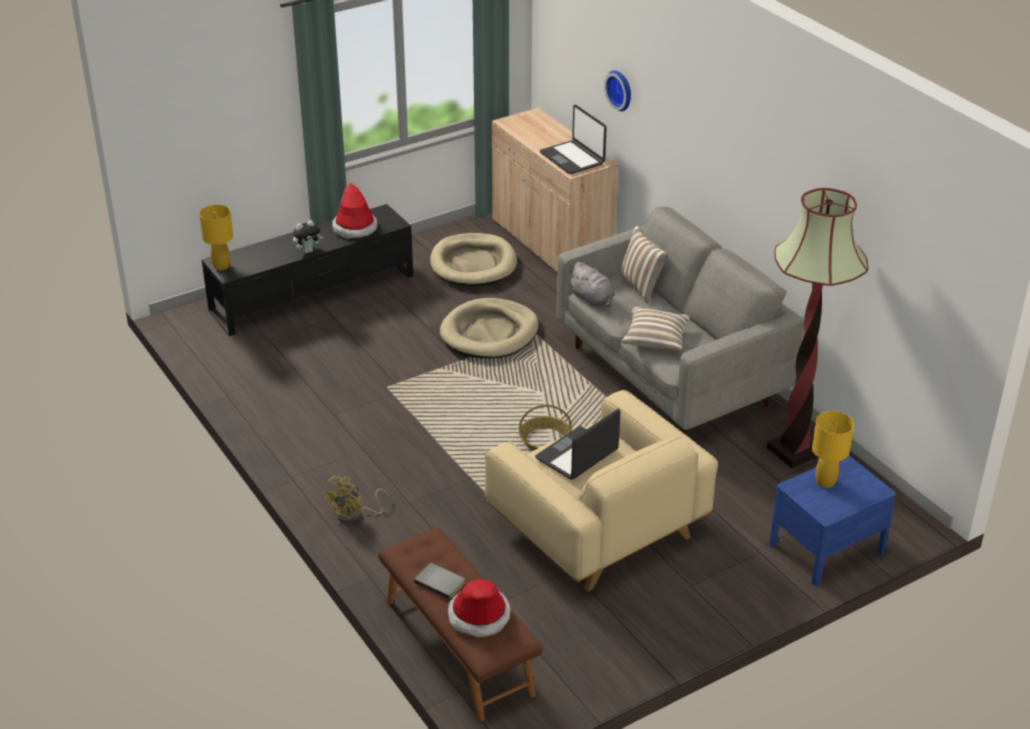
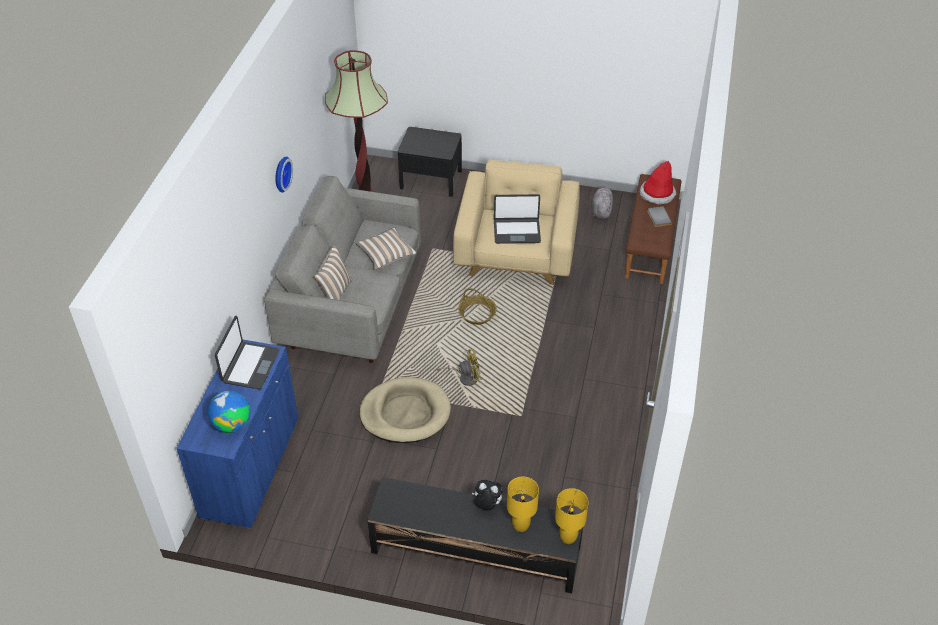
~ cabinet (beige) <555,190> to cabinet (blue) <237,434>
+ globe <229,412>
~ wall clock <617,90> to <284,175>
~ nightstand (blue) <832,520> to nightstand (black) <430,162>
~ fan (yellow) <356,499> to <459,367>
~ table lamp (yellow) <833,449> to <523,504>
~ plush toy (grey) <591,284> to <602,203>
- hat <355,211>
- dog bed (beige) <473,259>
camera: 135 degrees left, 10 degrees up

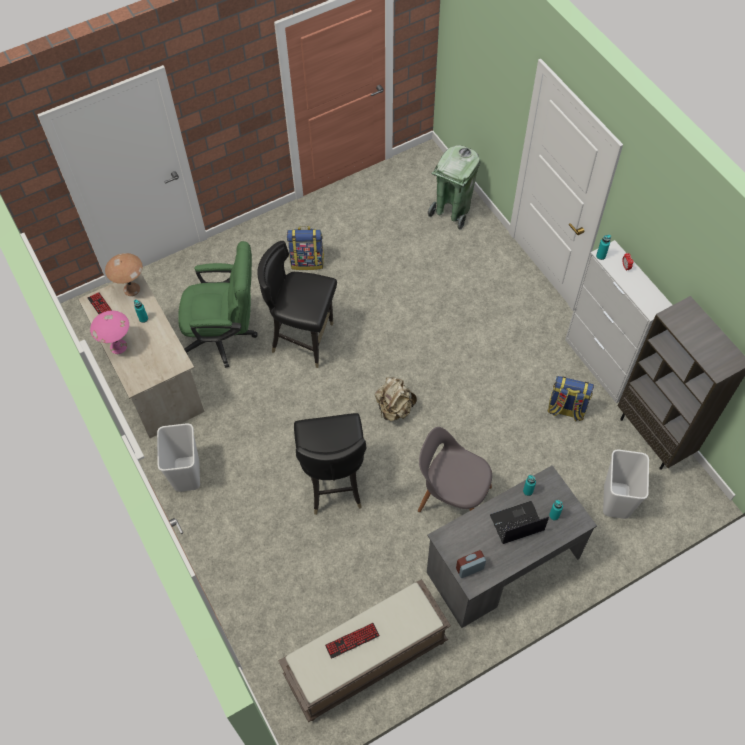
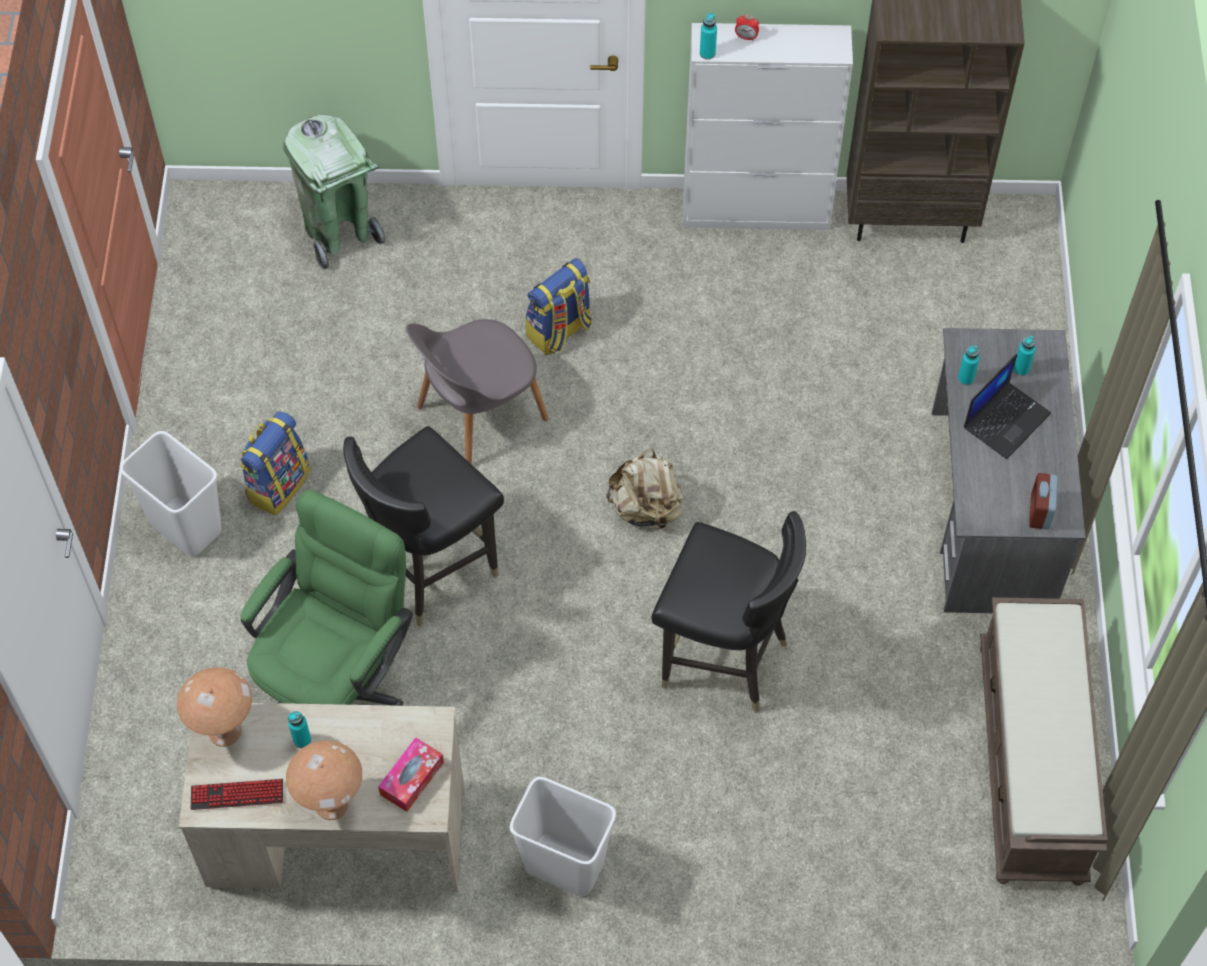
~ trash can (white) <626,484> to <170,493>
~ table lamp (pink) <109,332> to table lamp (brown) <324,780>
+ tissue box <411,774>
~ chair (grey) <455,469> to <477,392>
~ backpack <570,399> to <559,307>
~ laptop <519,522> = <1007,406> 150 degrees counterclockwise
- keyboard <352,641>
camera: 60 degrees left, 0 degrees up

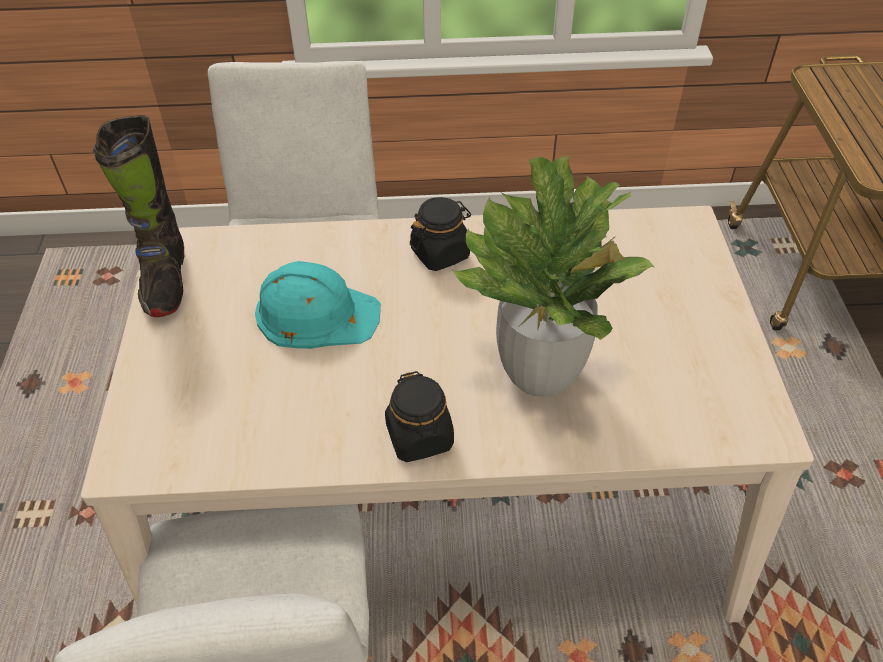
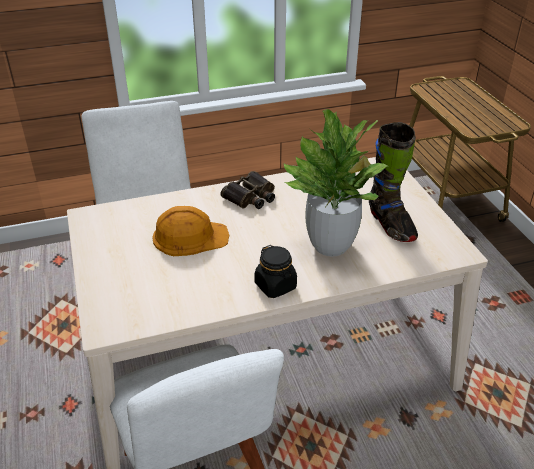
~ hard hat (turquoise) <318,305> to hard hat (orange) <190,231>
~ jar (black) <440,234> to binoculars <248,190>
~ boot (black) <138,216> to <393,182>
camera: 15 degrees left, 10 degrees down

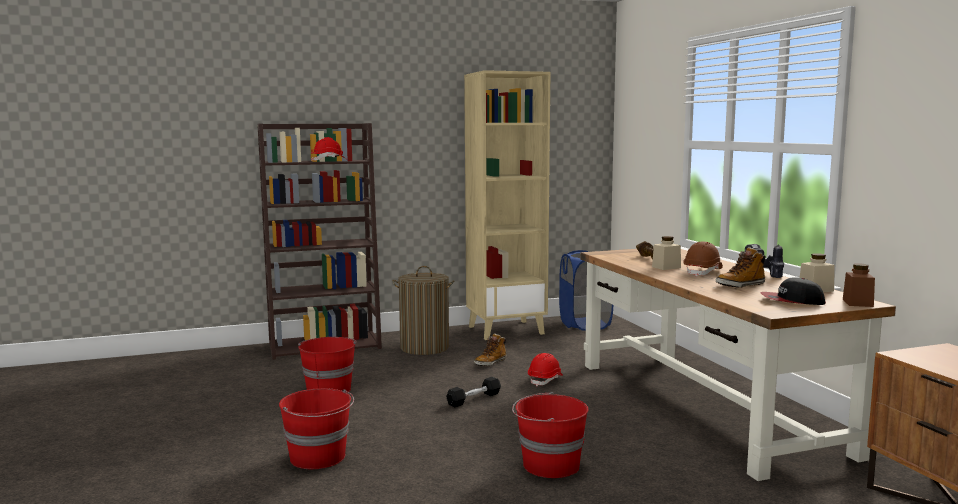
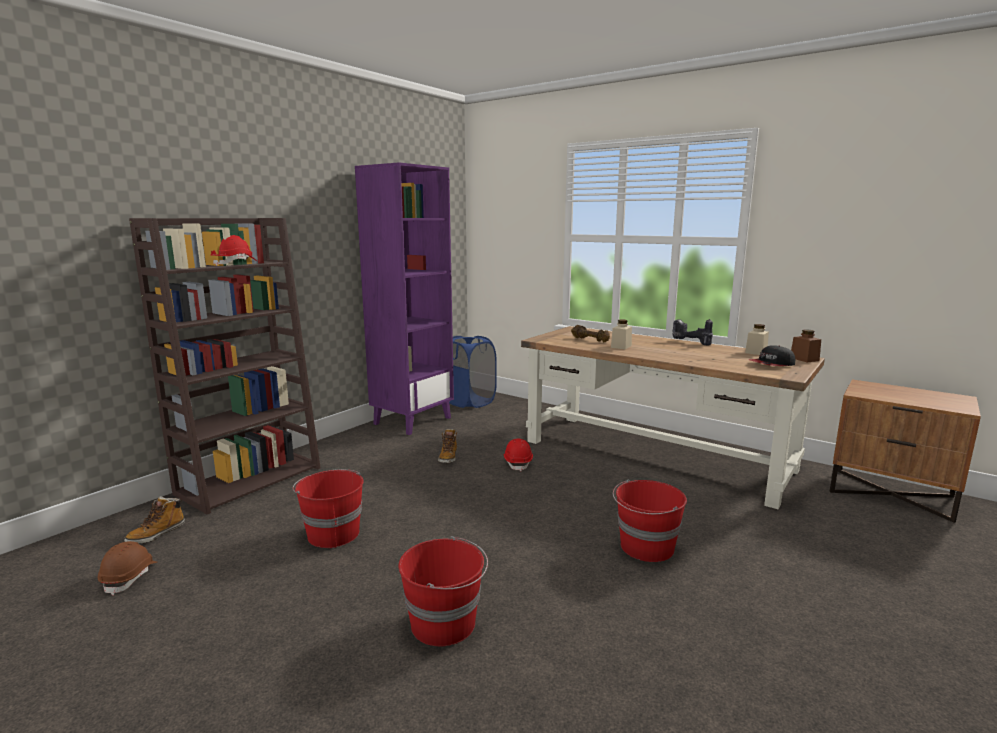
~ hard hat (brown) <703,259> to <127,568>
~ boot <741,267> to <154,520>
~ bookcase (beige) <507,205> to bookcase (purple) <404,298>
- laundry basket <423,310>
- dumbbell (black) <473,392>
camera: 35 degrees left, 5 degrees up

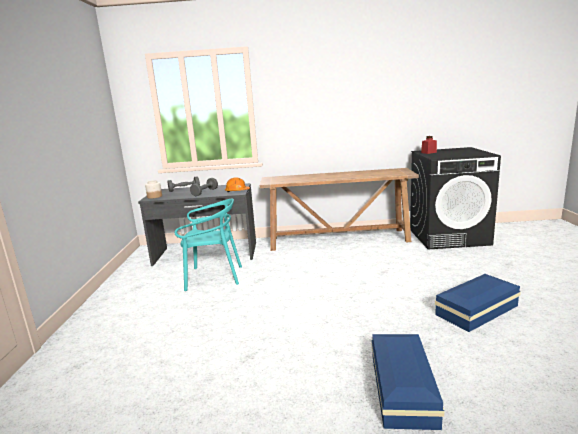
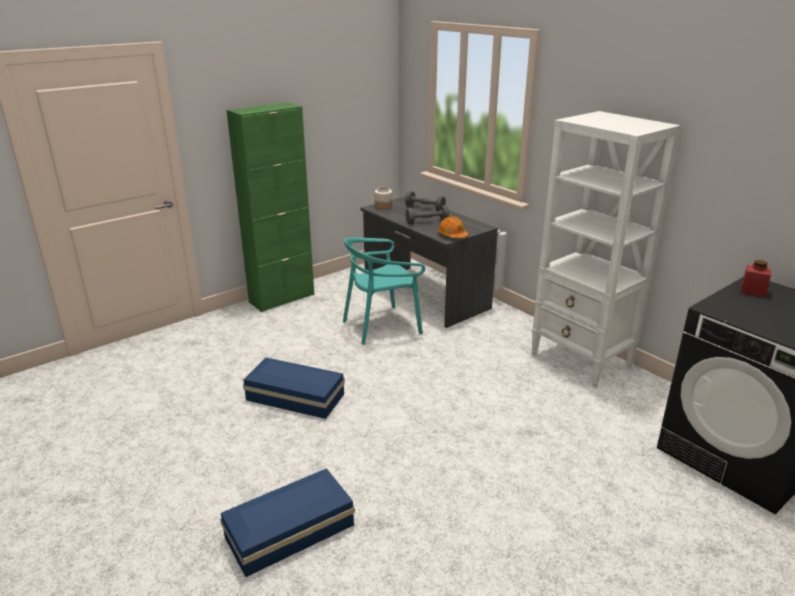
+ cabinet (green) <270,207>
~ storage box (blue) <478,303> to <294,388>
~ chair (turquoise) <208,245> = <384,291> 105 degrees clockwise
~ console table (brown) <339,209> to bookcase (white) <606,249>
camera: 50 degrees right, 10 degrees up

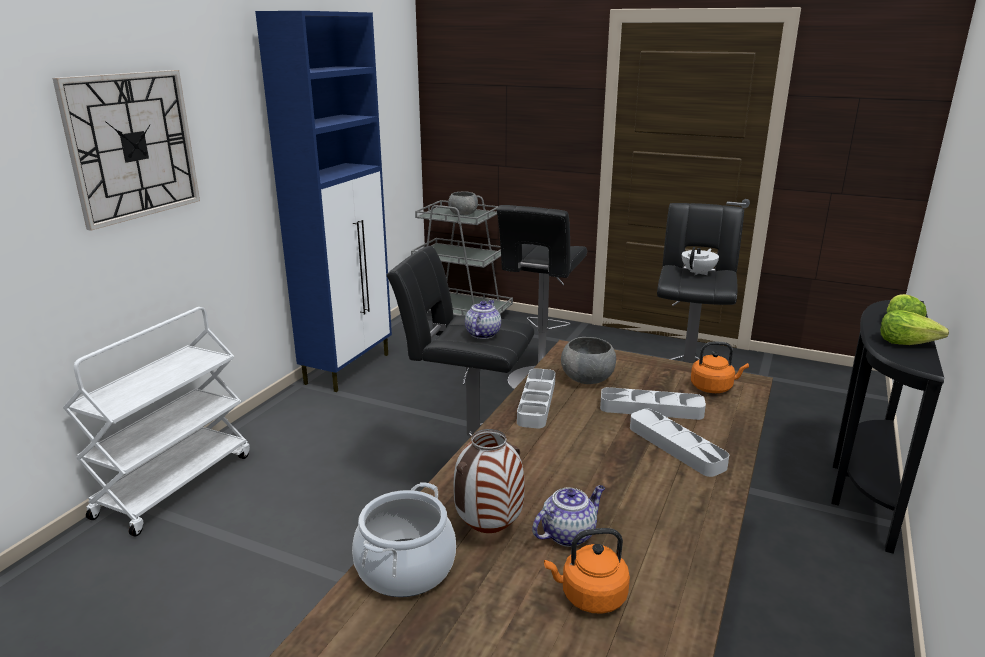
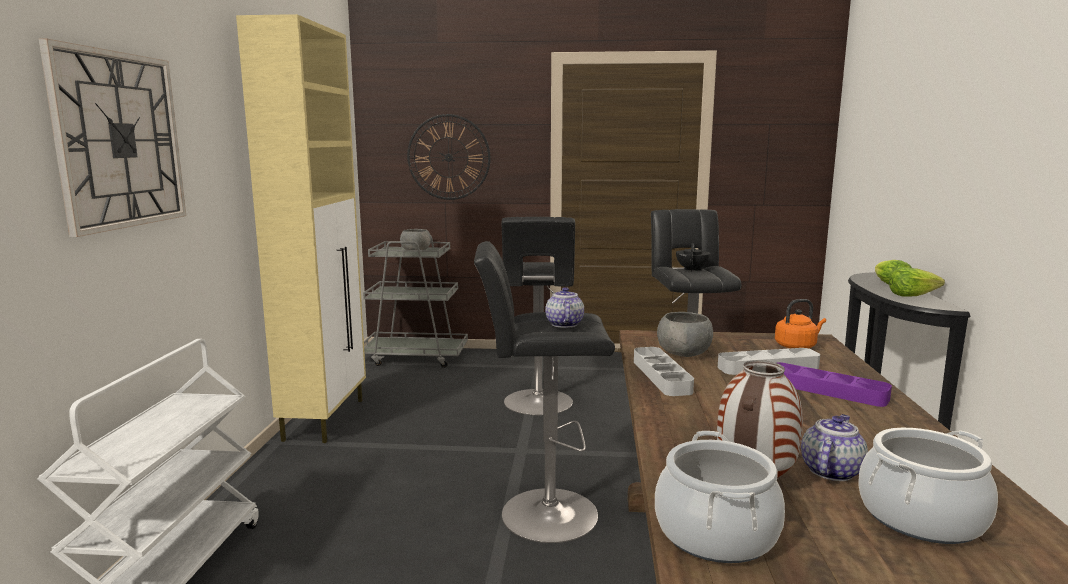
~ cabinet (blue) <323,201> to cabinet (beige) <301,228>
+ wall clock <448,157>
~ teapot (white) <700,261> to teapot (black) <693,257>
~ tray (grey) <679,443> to tray (purple) <835,384>
~ kettle (orange) <587,571> to cooking pot <928,486>
camera: 20 degrees left, 10 degrees down

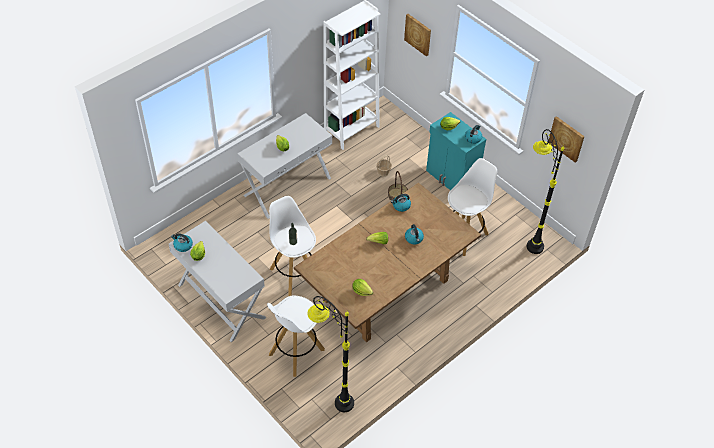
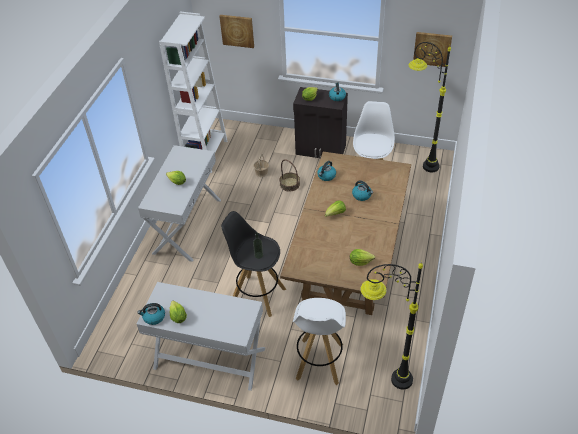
~ stool (white) <292,246> to stool (black) <253,264>
~ cabinet (turquoise) <456,151> to cabinet (black) <320,123>
camera: 30 degrees left, 5 degrees down

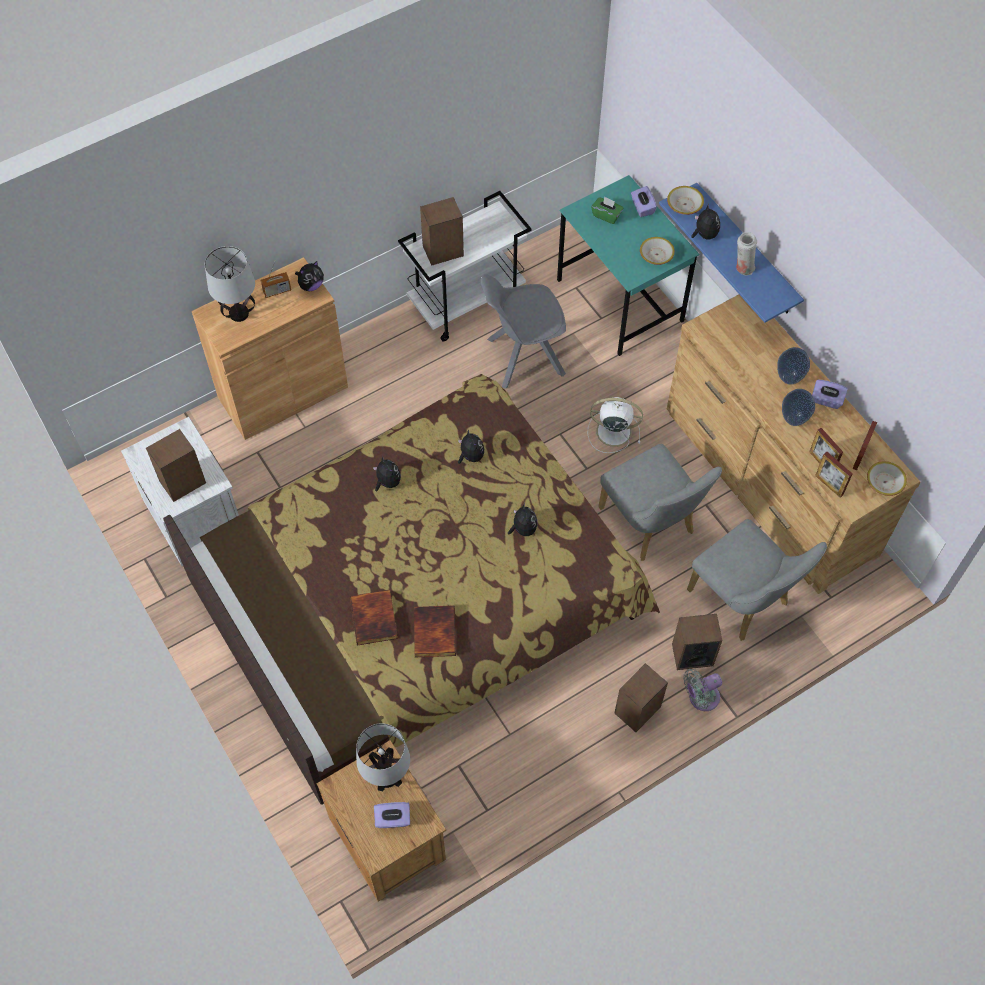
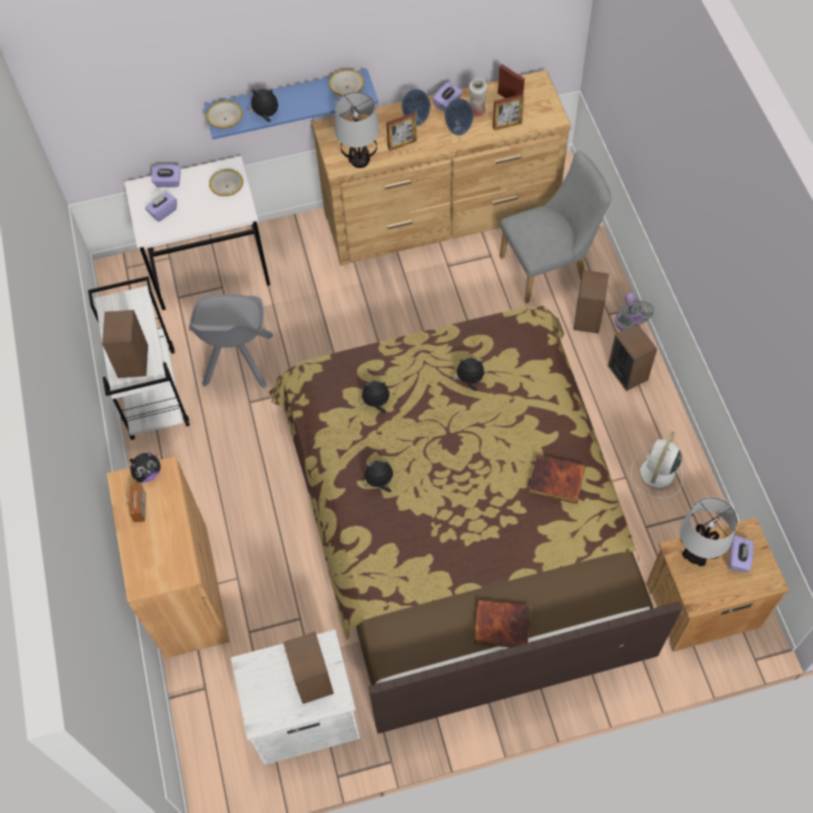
~ desk (turquoise) <628,265> to desk (white) <197,233>
~ plush toy <309,276> = <145,467> 75 degrees clockwise
~ tissue box (green) <607,210> to tissue box (purple) <161,207>
~ bowl <887,478> to <346,82>
~ table lamp <230,284> to <357,130>
~ picture frame <834,475> to <401,132>
~ vase (white) <746,253> to <478,97>
~ book <374,618> to <502,623>
~ fan (white) <615,425> to <657,465>
- chair (grey) <660,502>
camera: 70 degrees left, 0 degrees up

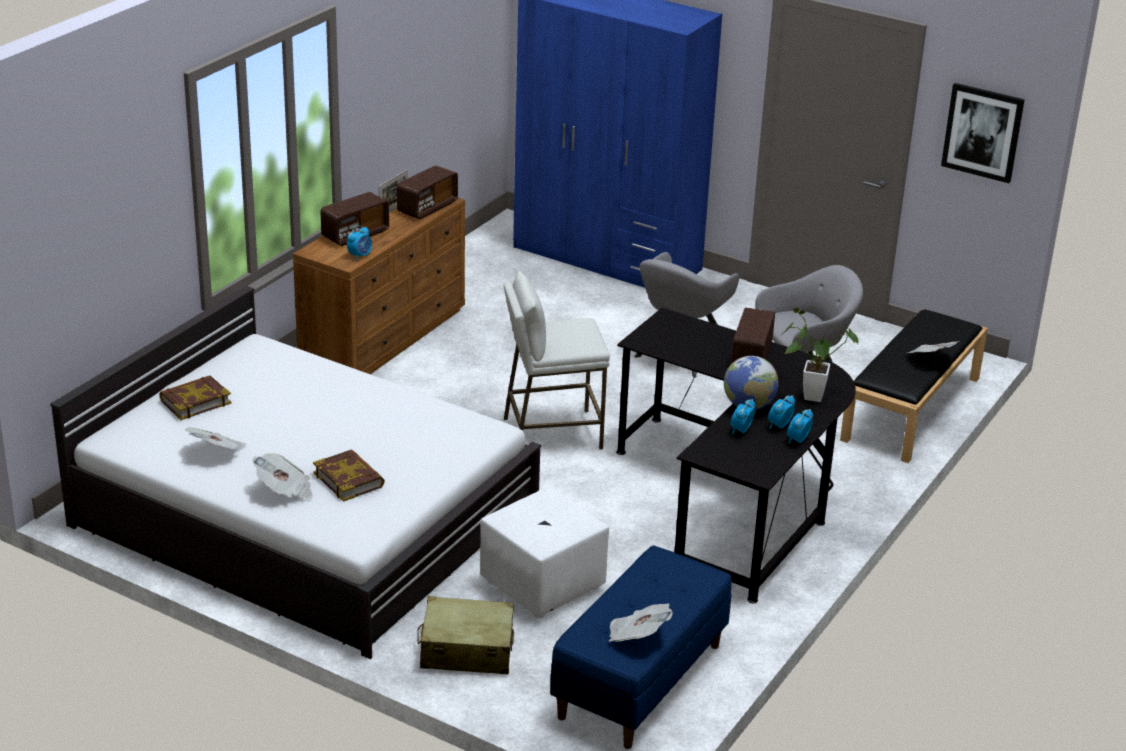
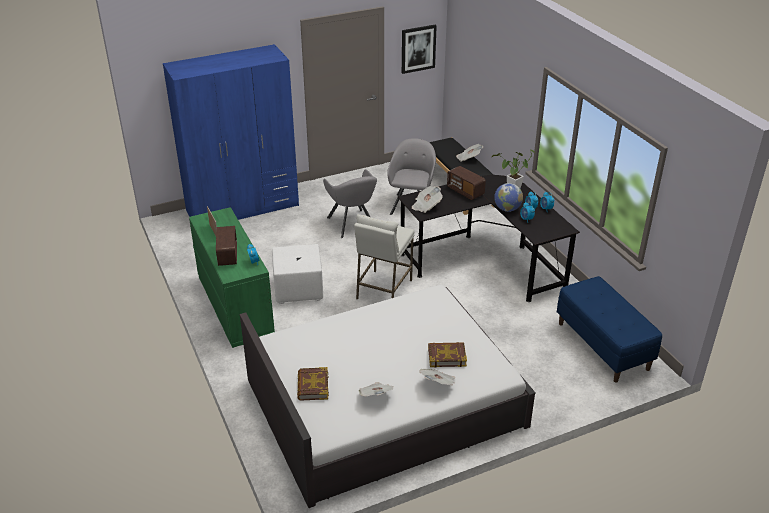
~ dresser (brown) <379,286> to dresser (green) <232,277>
~ ottoman (white) <544,552> to <297,274>
~ newspaper <641,623> to <427,199>
- radio <427,192>
- suitcase (beige) <465,635>
camera: 55 degrees left, 5 degrees up

